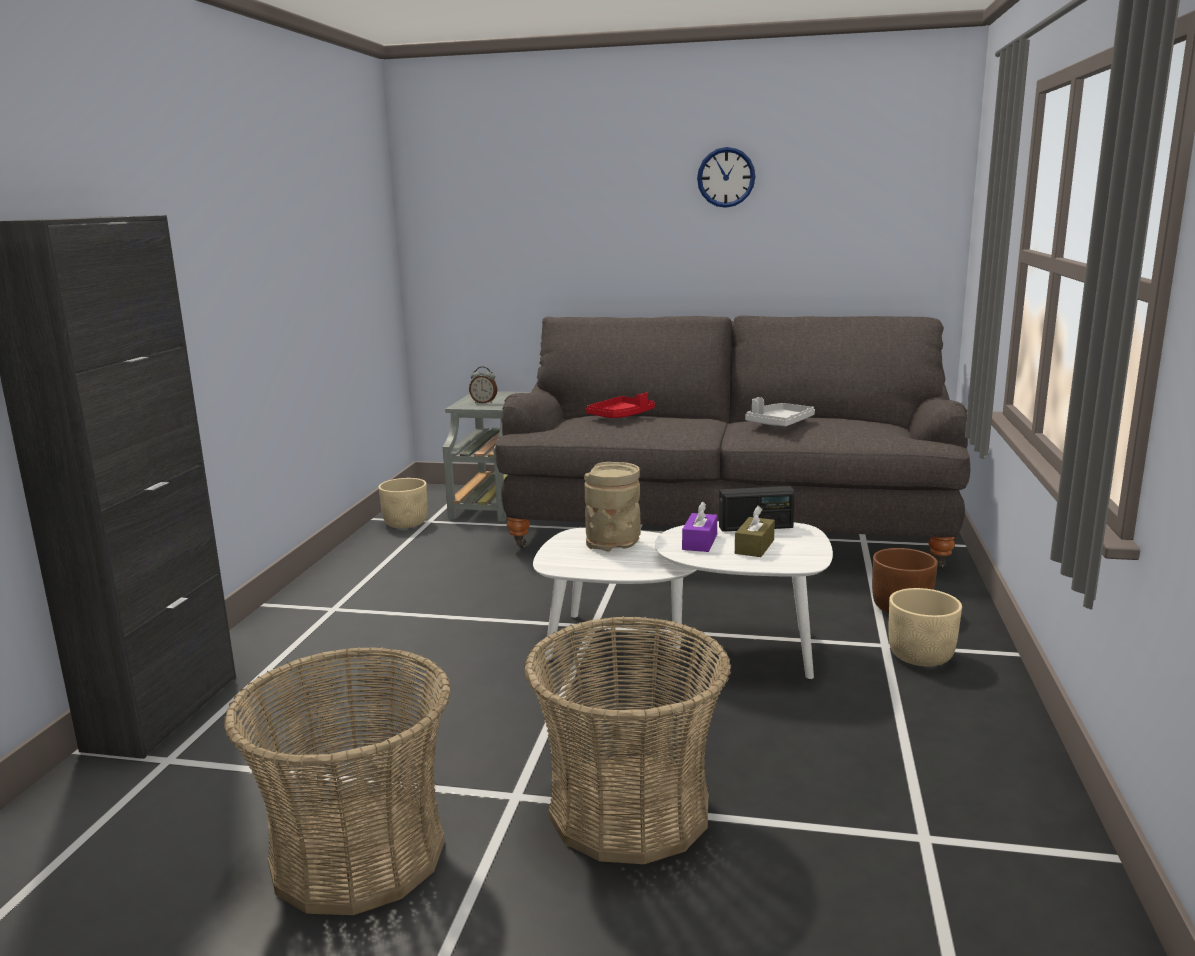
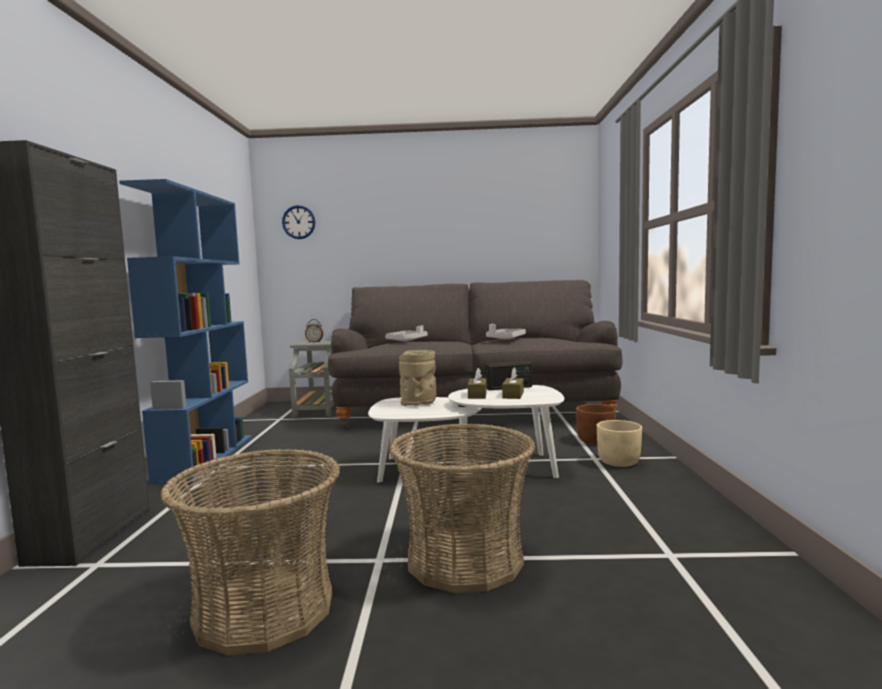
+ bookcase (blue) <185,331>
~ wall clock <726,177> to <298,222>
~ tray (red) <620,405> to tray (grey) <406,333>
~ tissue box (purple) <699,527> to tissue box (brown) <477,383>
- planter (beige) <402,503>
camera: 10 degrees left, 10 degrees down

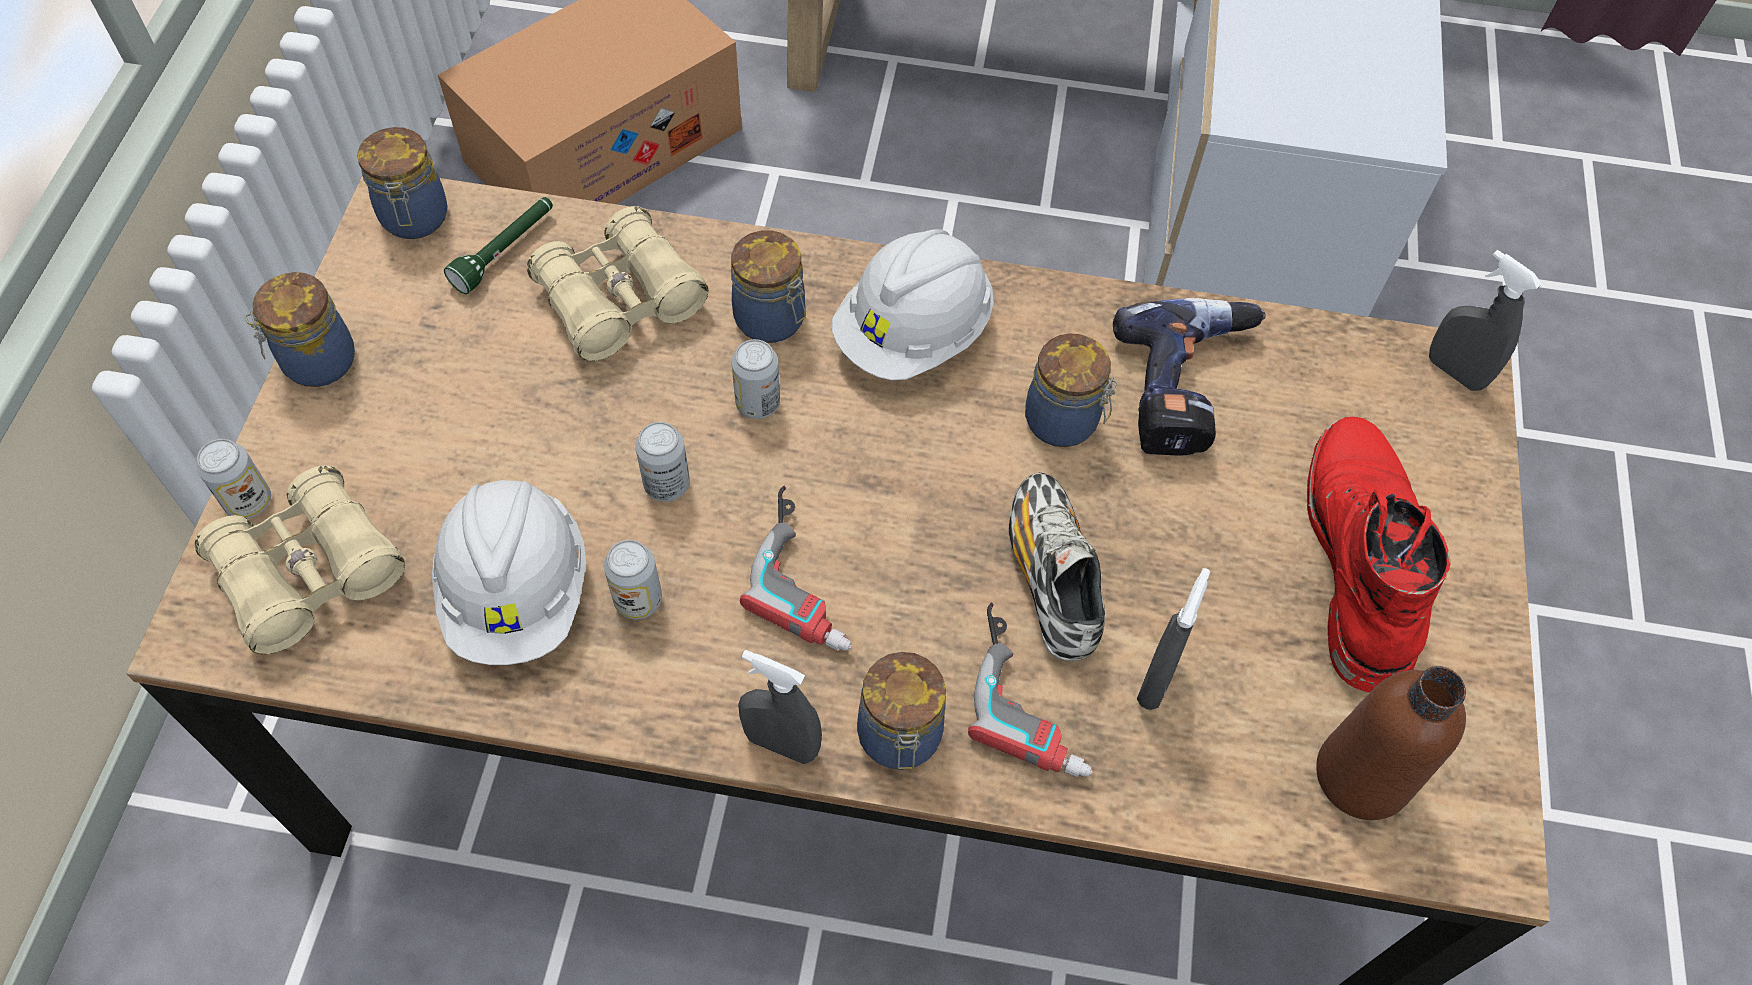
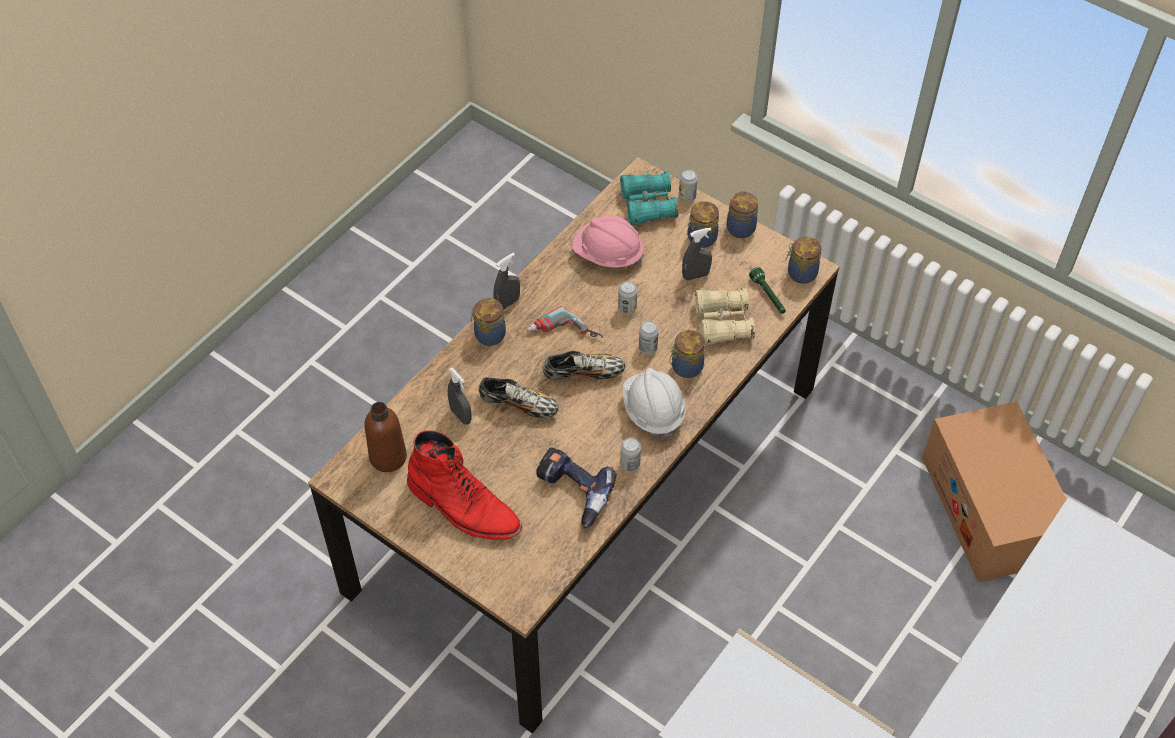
+ shoe <583,366>
~ hard hat (white) <509,572> to hard hat (pink) <608,241>
~ binoculars (beige) <300,560> to binoculars (turquoise) <649,198>
~ can <633,580> to <630,454>
~ spray bottle (grey) <1485,320> to <697,254>
~ jar <1071,390> to <703,224>
- power drill <1030,689>
camera: 120 degrees right, 5 degrees down

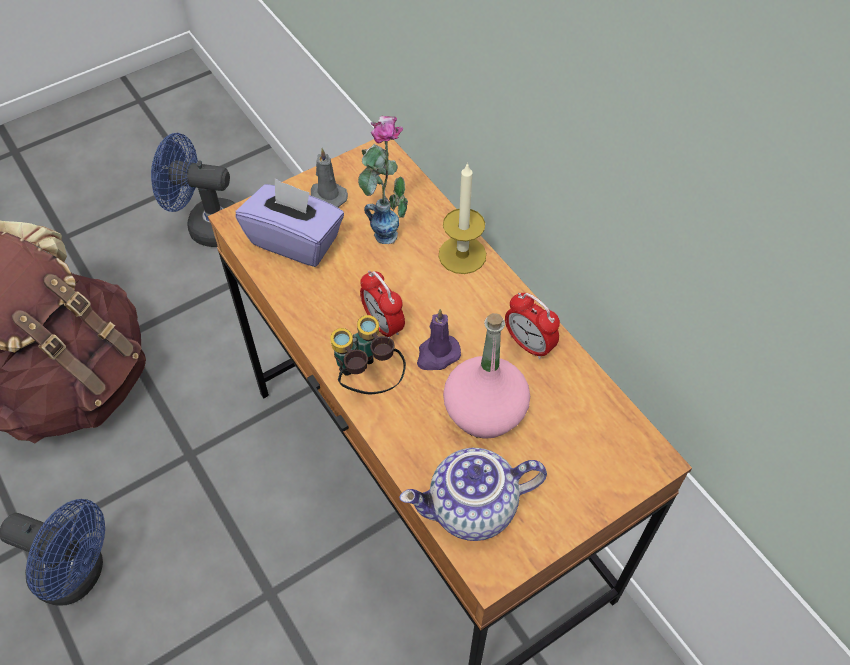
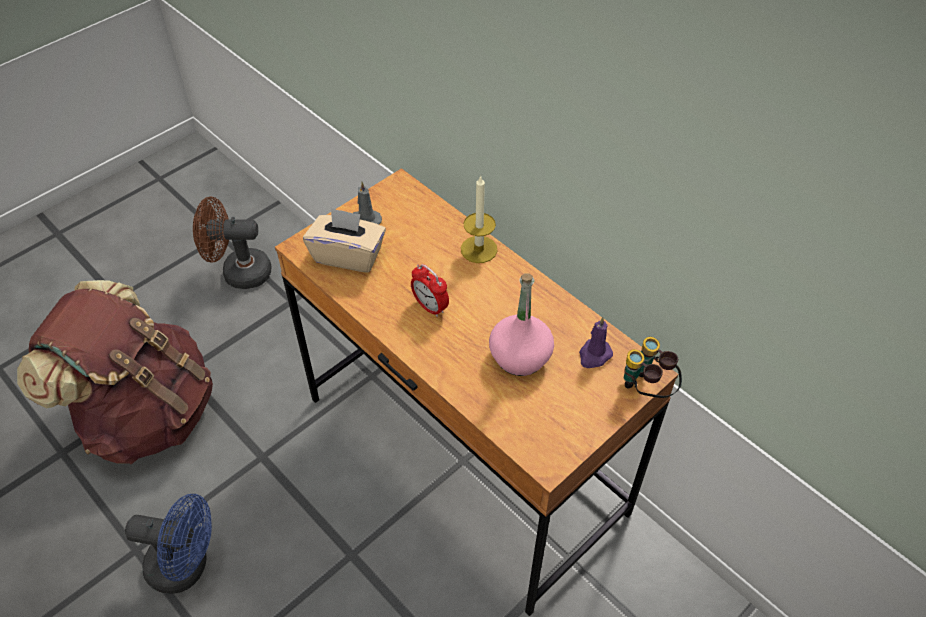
~ fan (blue) <193,190> to fan (brown) <232,243>
~ tissue box (purple) <289,222> to tissue box (beige) <344,240>
~ candle (purple) <439,339> to <596,342>
~ binoculars <368,354> to <653,367>
- vase <383,180>
- teapot <473,494>
- alarm clock <532,326>
camera: 10 degrees left, 5 degrees down

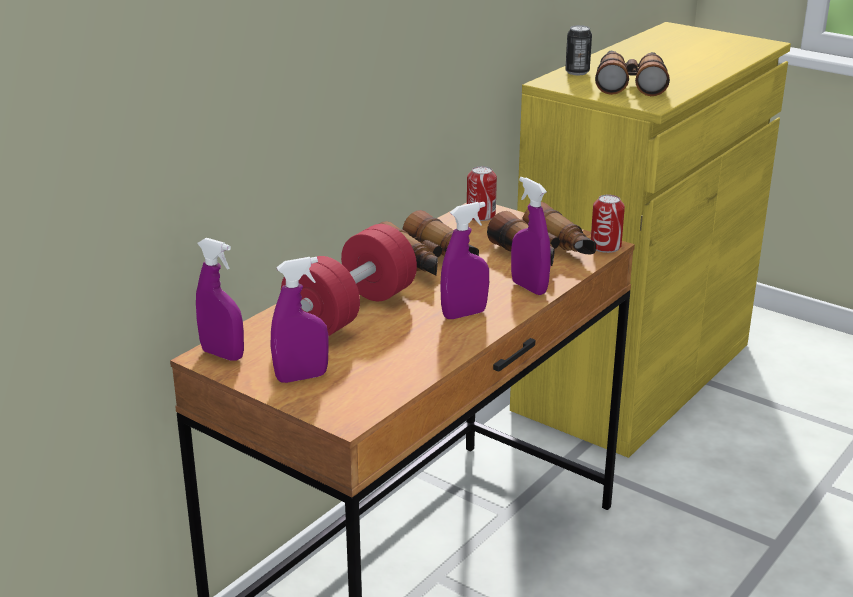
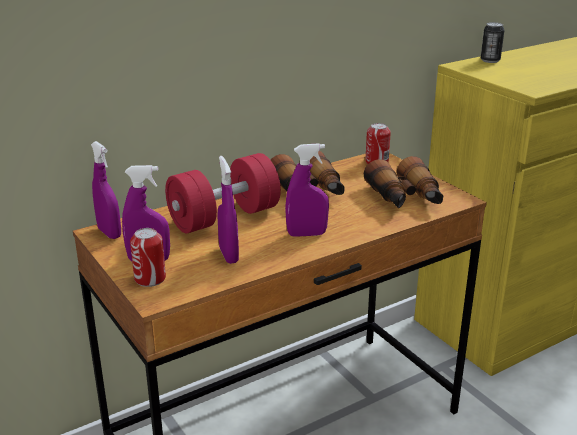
~ can <608,224> to <148,257>
~ spray bottle (purple) <531,236> to <228,210>
- binoculars <632,73>
camera: 20 degrees right, 0 degrees up

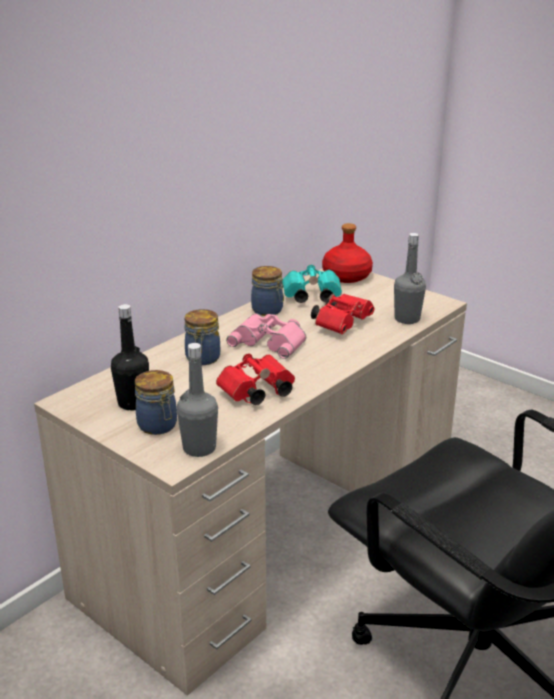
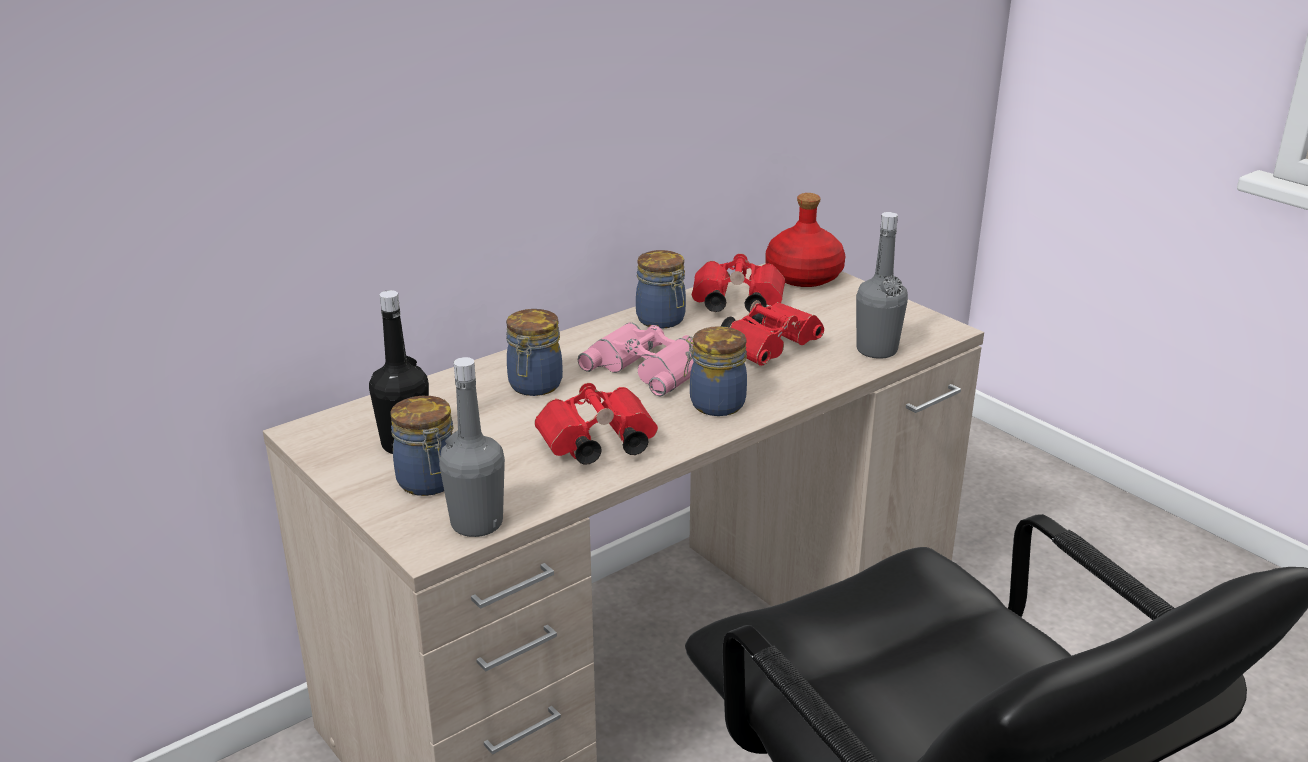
+ jar <715,371>
~ binoculars (turquoise) <312,284> to binoculars (red) <738,282>
camera: 10 degrees right, 0 degrees up

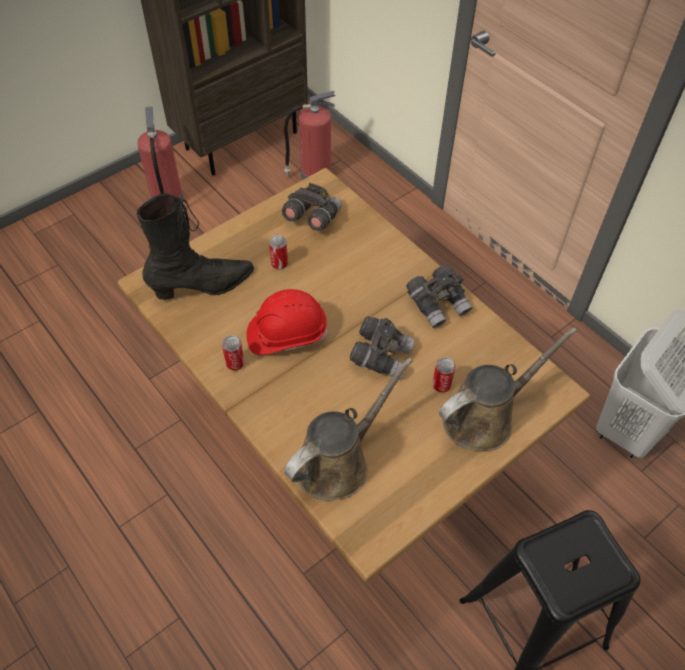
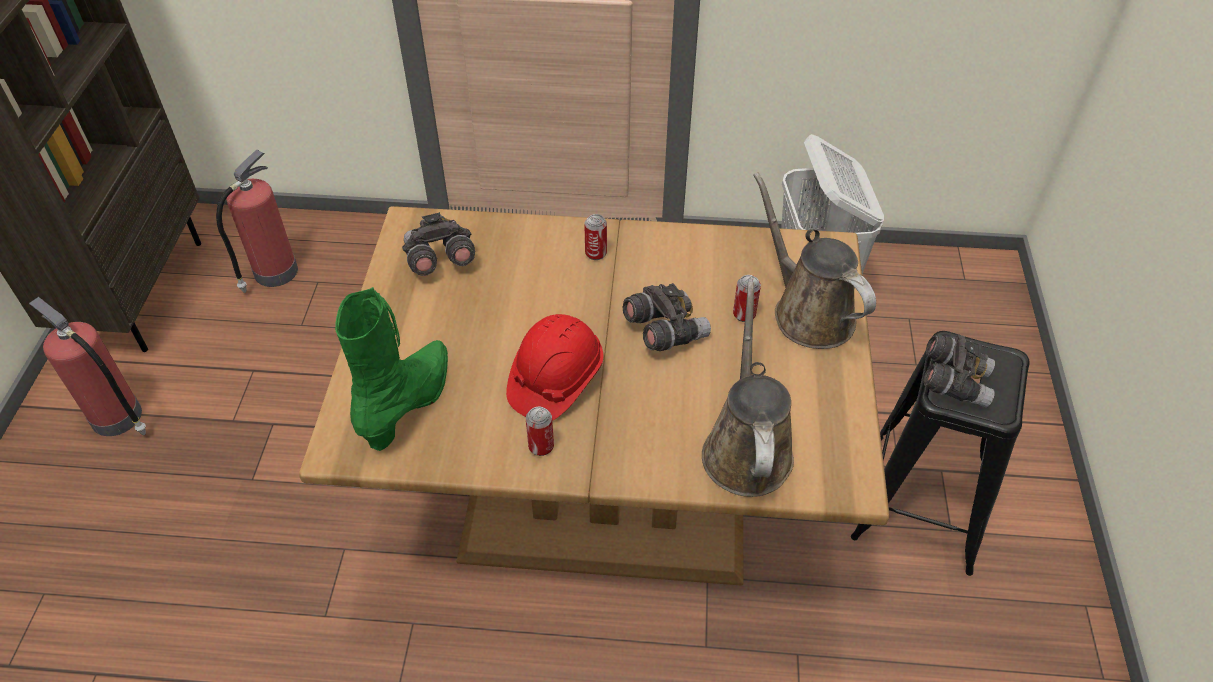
~ boot (black) <195,246> to boot (green) <391,369>
~ can <278,252> to <595,237>
~ watering can (brown) <508,389> = <814,260> 45 degrees counterclockwise
~ binoculars (grey) <439,296> to <959,371>
camera: 45 degrees left, 5 degrees down

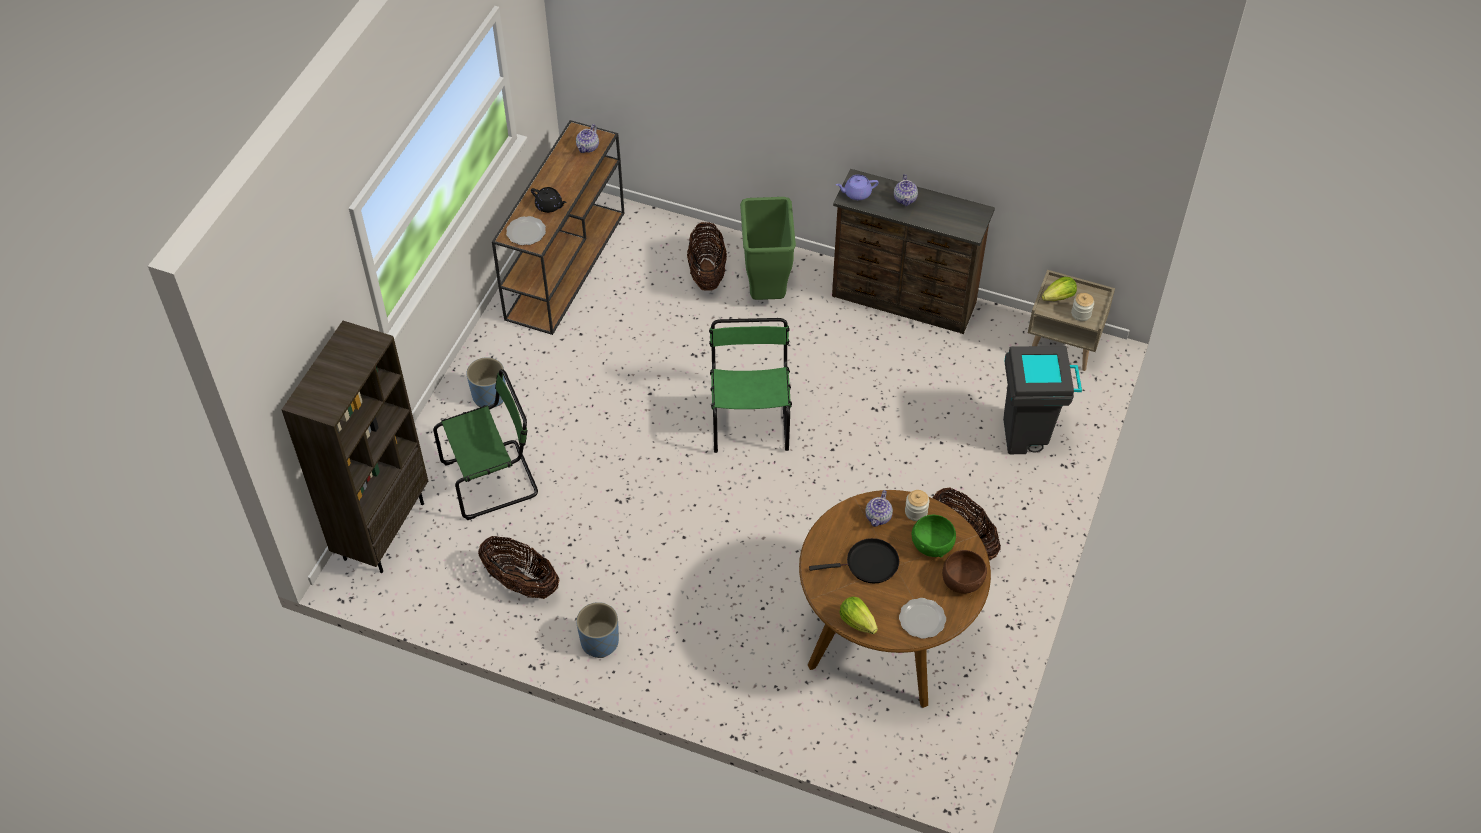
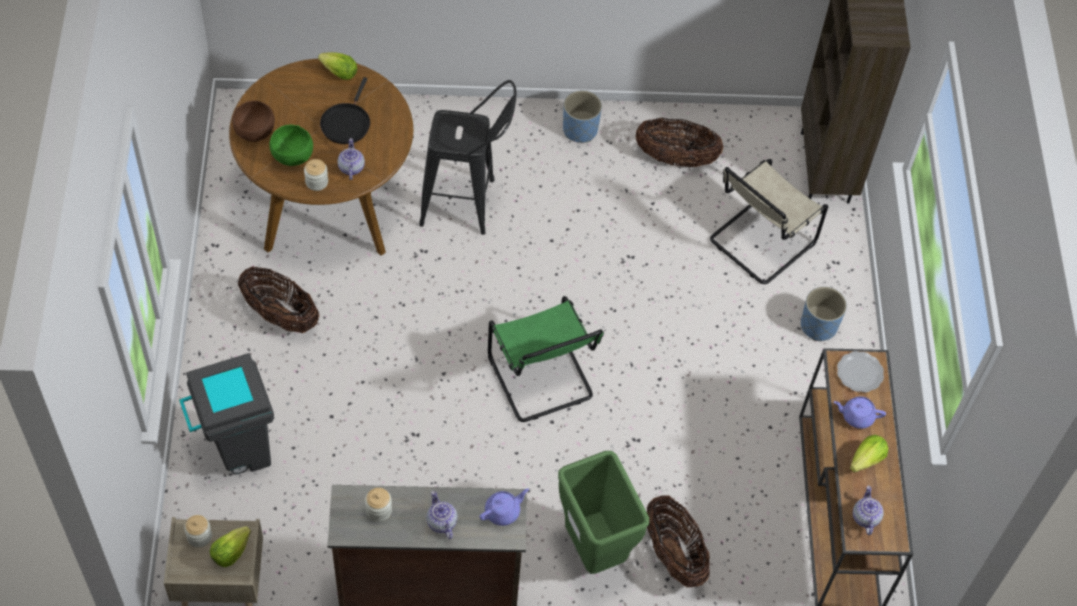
~ frying pan (black) <854,560> = <345,110> 45 degrees counterclockwise
+ jar <378,505>
+ stool (black) <467,157>
~ chair (green) <485,444> to chair (beige) <769,221>
~ teapot (black) <549,200> to teapot (purple) <860,412>
+ lettuce <869,453>
- plate <922,618>
camera: 155 degrees right, 5 degrees up

